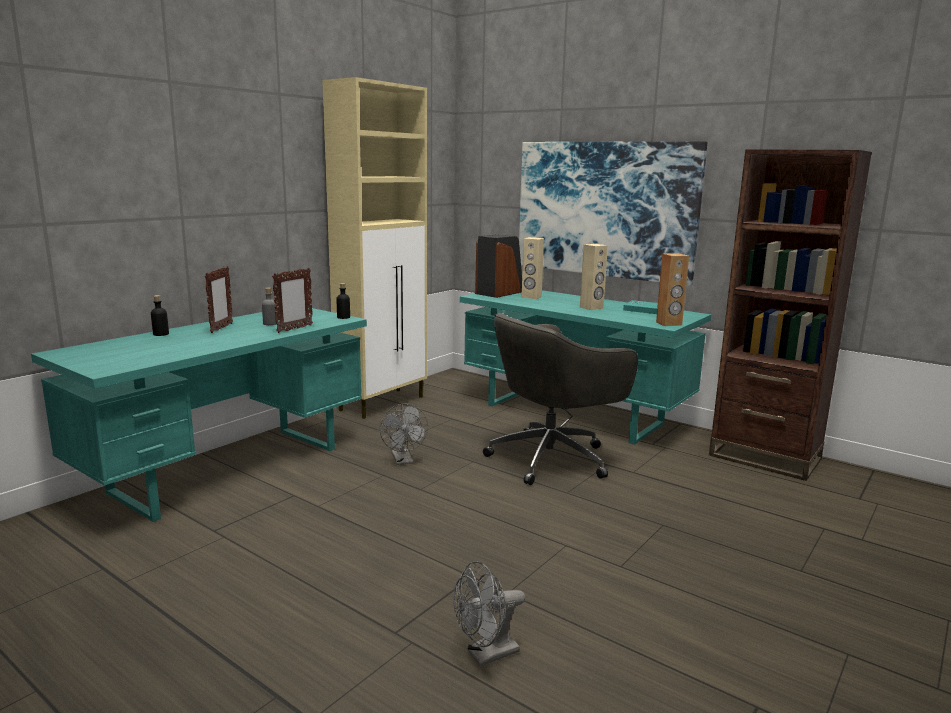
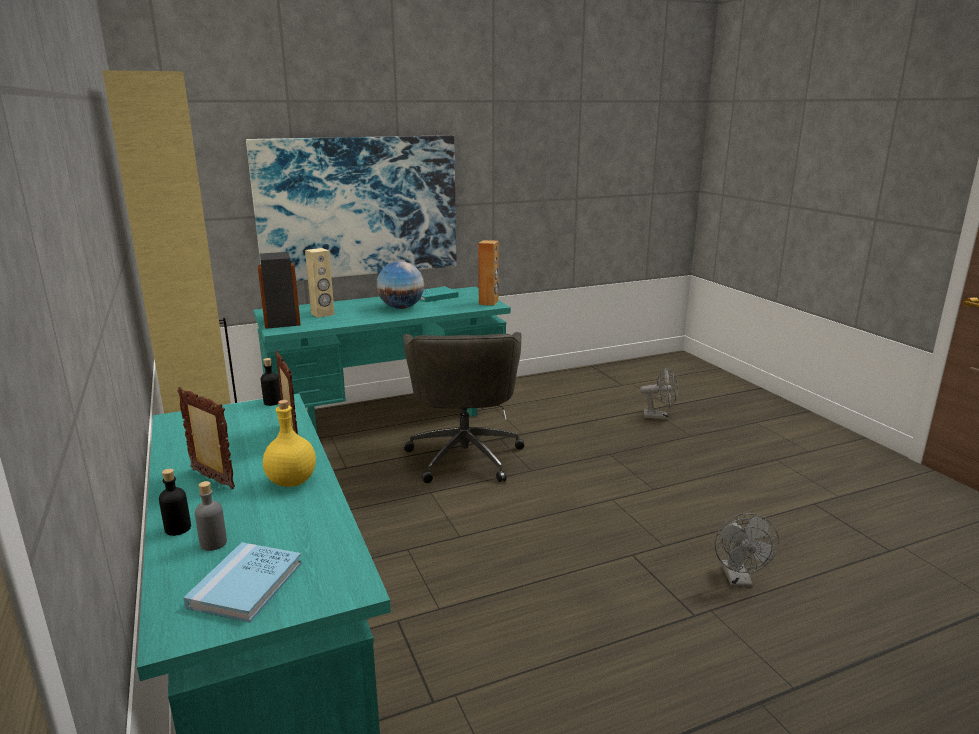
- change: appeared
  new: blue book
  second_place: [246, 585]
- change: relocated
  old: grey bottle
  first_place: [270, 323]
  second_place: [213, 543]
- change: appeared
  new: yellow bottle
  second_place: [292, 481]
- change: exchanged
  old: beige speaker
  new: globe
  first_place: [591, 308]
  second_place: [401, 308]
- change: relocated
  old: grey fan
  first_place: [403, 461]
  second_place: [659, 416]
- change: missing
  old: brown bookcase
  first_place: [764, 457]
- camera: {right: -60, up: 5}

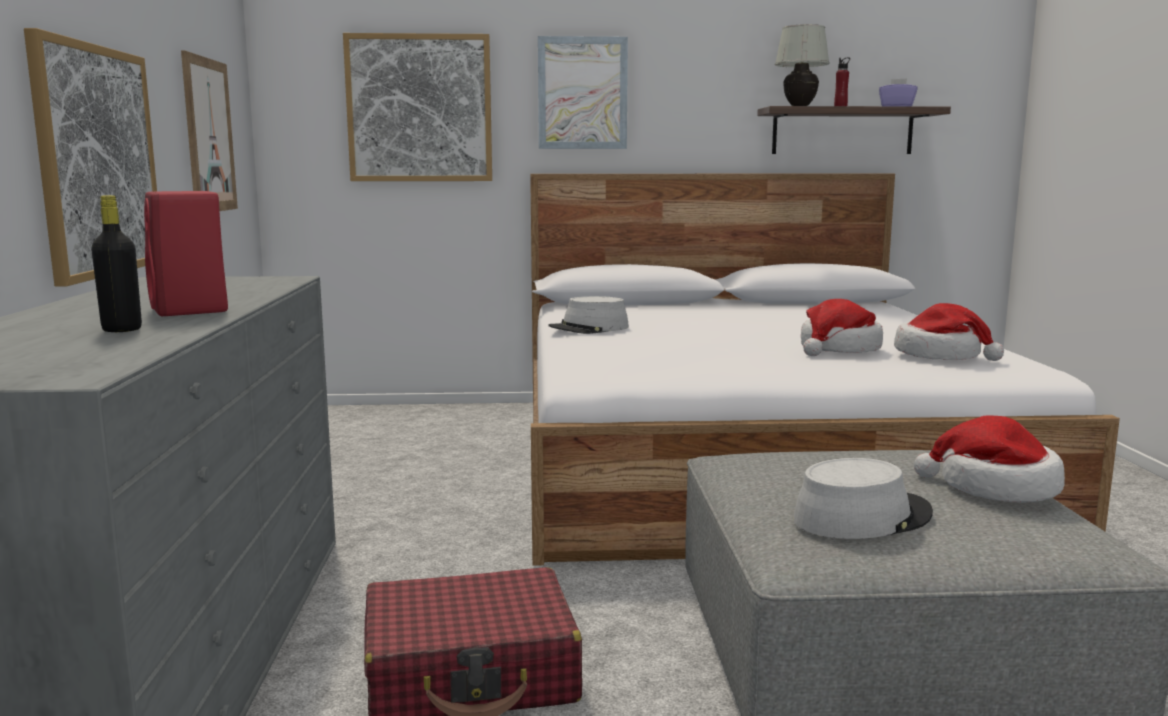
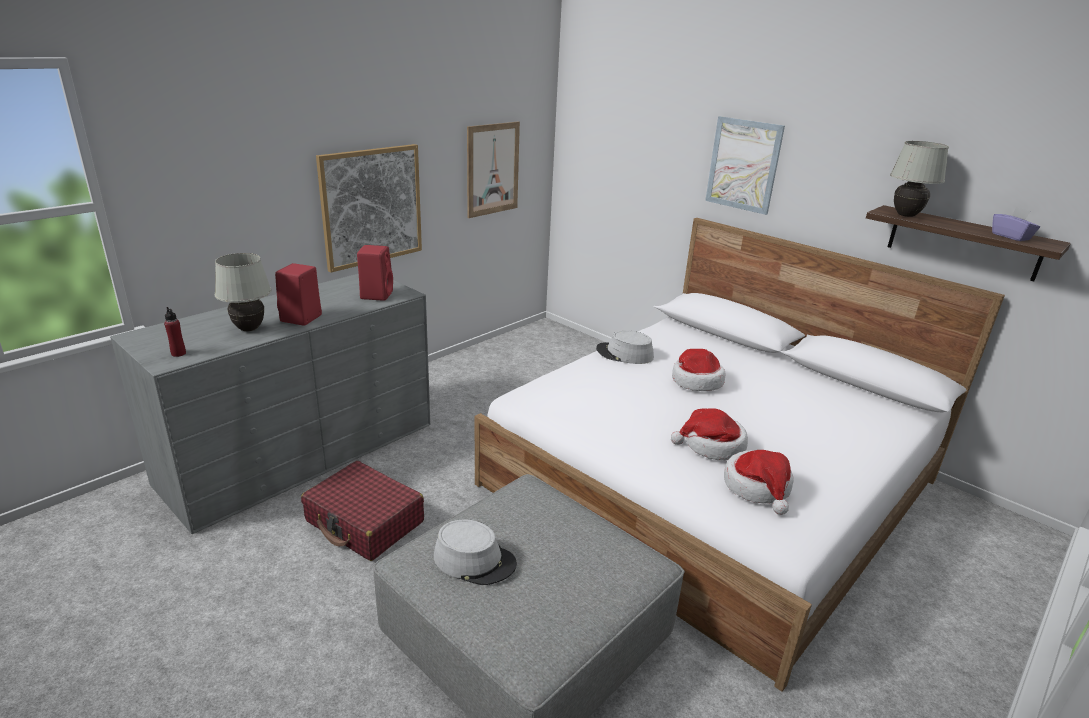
- change: relocated
  old: red bottle
  first_place: [840, 106]
  second_place: [178, 353]
- change: exchanged
  old: black bottle
  new: white table lamp
  first_place: [122, 329]
  second_place: [249, 329]
- change: appeared
  new: red speaker
  second_place: [376, 294]
- change: relocated
  old: hat
  first_place: [994, 488]
  second_place: [696, 381]
- change: missing
  old: picture
  first_place: [419, 108]
- camera: {right: 45, up: 15}

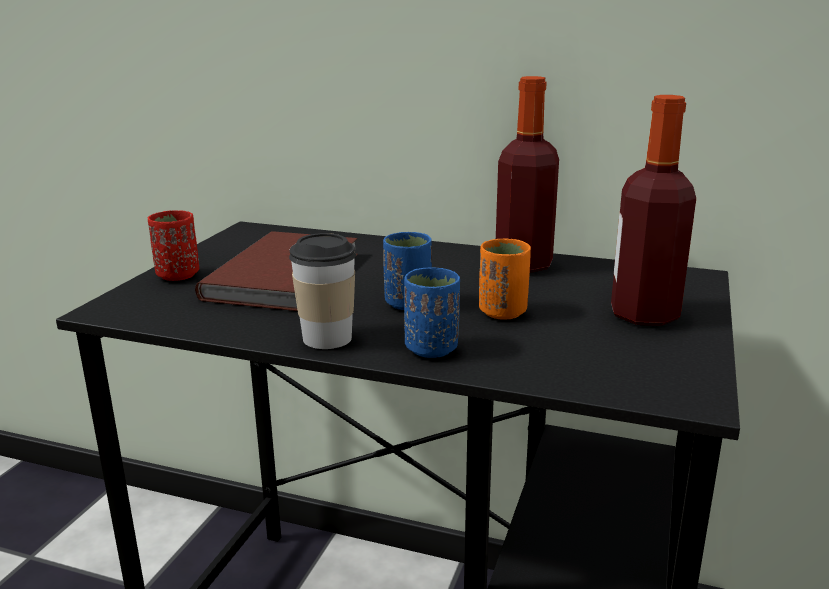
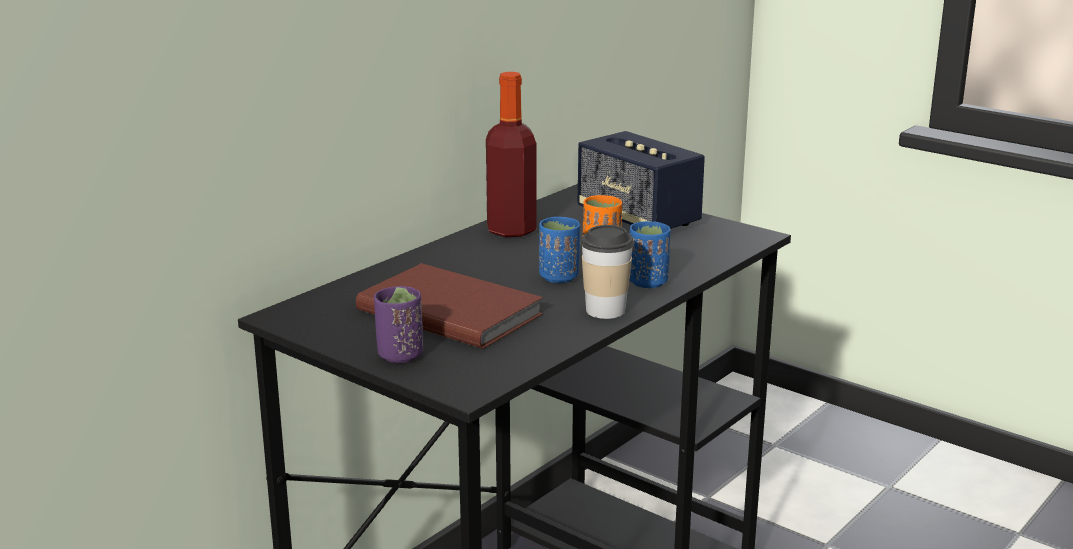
- change: colour
  old: red cup
  new: purple cup
  first_place: [178, 275]
  second_place: [400, 355]
- change: exchanged
  old: bottle
  new: speaker
  first_place: [644, 314]
  second_place: [638, 219]
- camera: {right: -70, up: 0}

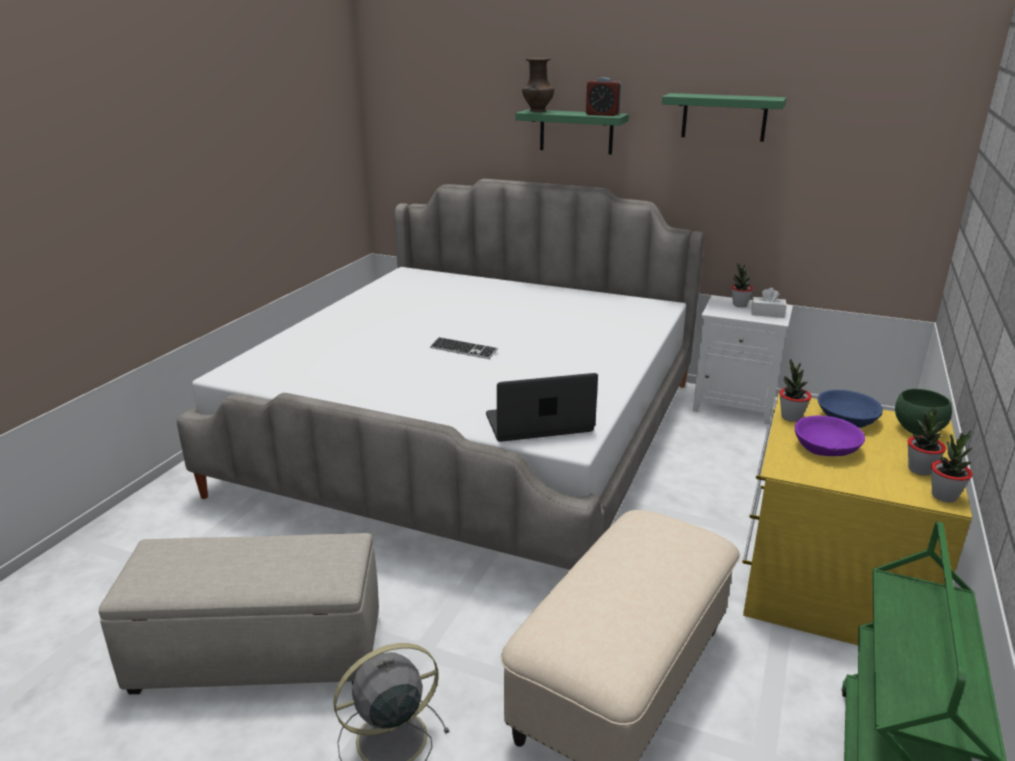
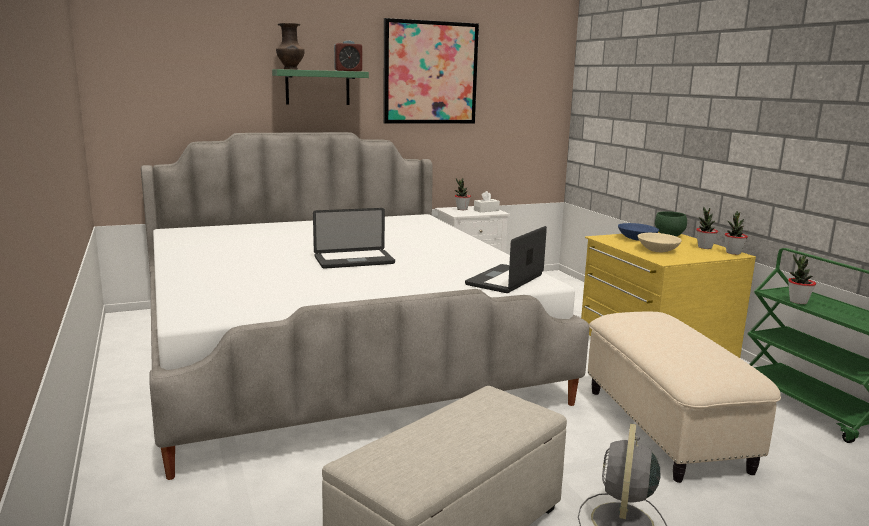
- change: exchanged
  old: keyboard
  new: laptop
  first_place: [463, 350]
  second_place: [354, 260]
- change: exchanged
  old: green shelf
  new: picture
  first_place: [724, 117]
  second_place: [430, 73]
- change: colour
  old: purple bowl
  new: beige bowl
  first_place: [826, 448]
  second_place: [658, 249]
- change: relocated
  old: potted plant
  first_place: [791, 417]
  second_place: [798, 301]
- camera: {right: -45, up: -10}

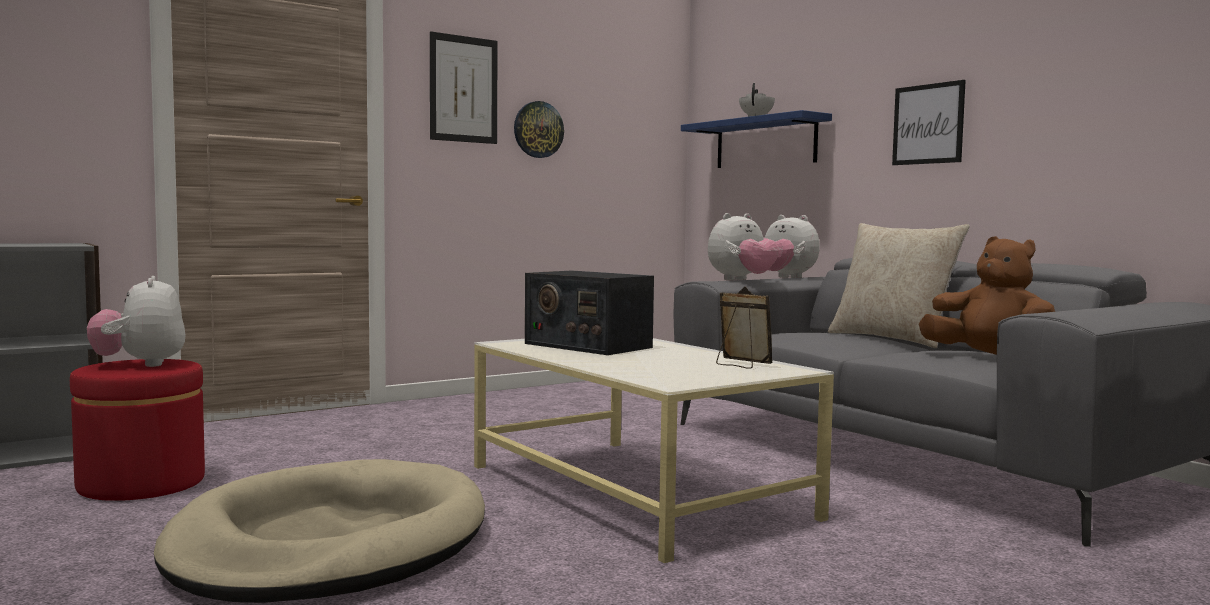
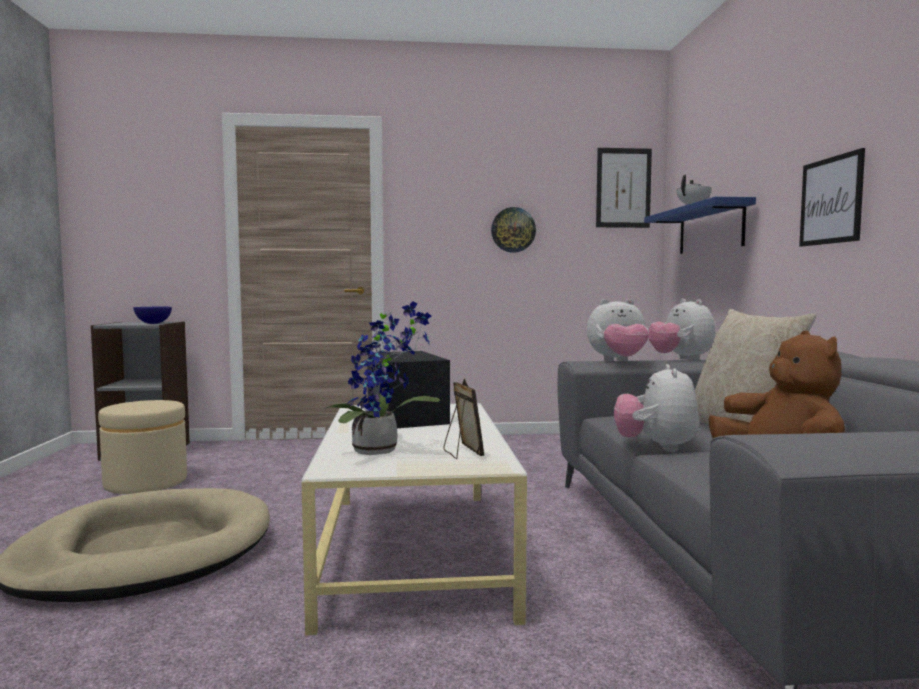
- change: colour
  old: red ottoman
  new: beige ottoman
  first_place: [141, 484]
  second_place: [146, 482]
- change: appeared
  new: blue bowl
  second_place: [153, 323]
- change: appeared
  new: potted plant
  second_place: [381, 450]
- change: relocated
  old: picture
  first_place: [463, 89]
  second_place: [623, 188]
- change: relocated
  old: plush toy
  first_place: [140, 364]
  second_place: [656, 447]
- camera: {right: 30, up: 0}

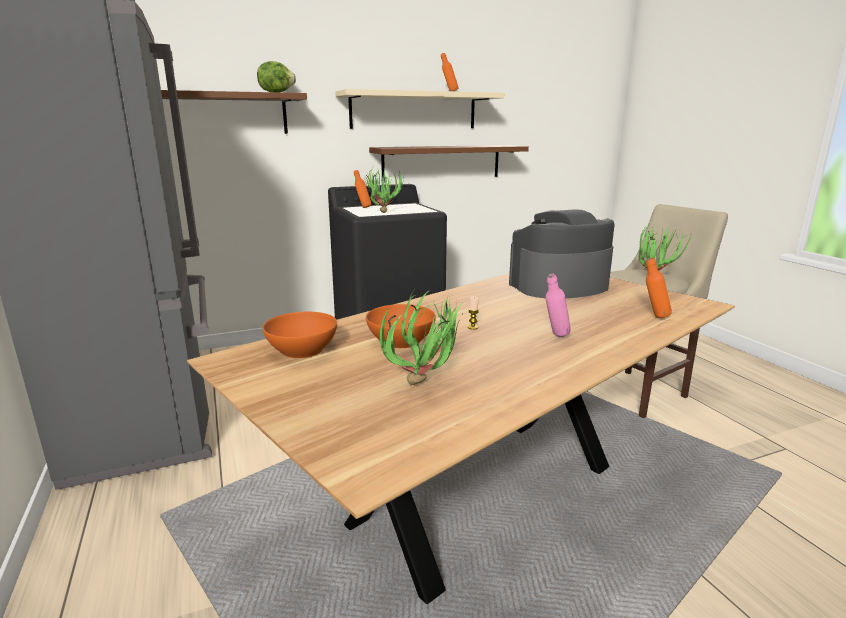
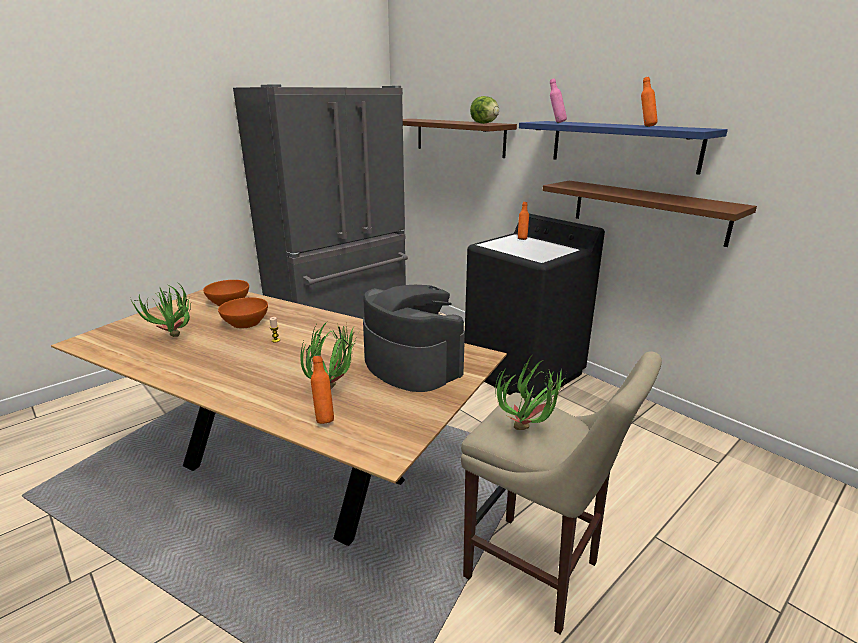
- change: relocated
  old: potted plant
  first_place: [383, 212]
  second_place: [336, 388]
- change: colour
  old: beige shelf
  new: blue shelf
  first_place: [414, 110]
  second_place: [622, 145]
- change: relocated
  old: pink bottle
  first_place: [555, 337]
  second_place: [556, 123]
- camera: {right: 70, up: 5}

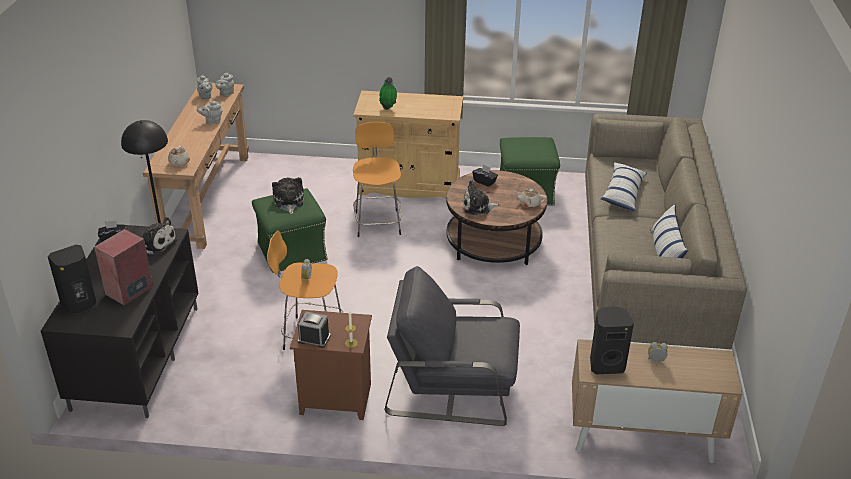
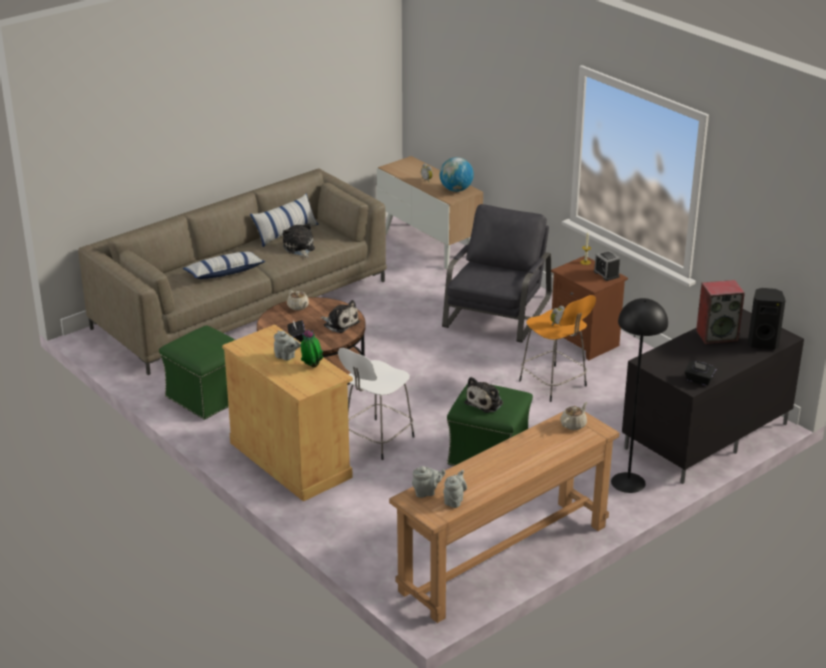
- change: relocated
  old: grey teapot
  first_place: [212, 121]
  second_place: [286, 357]
- change: relocated
  old: plush toy
  first_place: [156, 243]
  second_place: [299, 248]
- change: colour
  old: orange stool
  new: white stool
  first_place: [377, 222]
  second_place: [377, 440]
- change: exchanged
  old: black speaker
  new: globe
  first_place: [606, 364]
  second_place: [456, 190]
- change: spun
  old: grey armchair
  first_place: [452, 385]
  second_place: [497, 313]
  degrees: -120
- camera: {right: -135, up: -5}

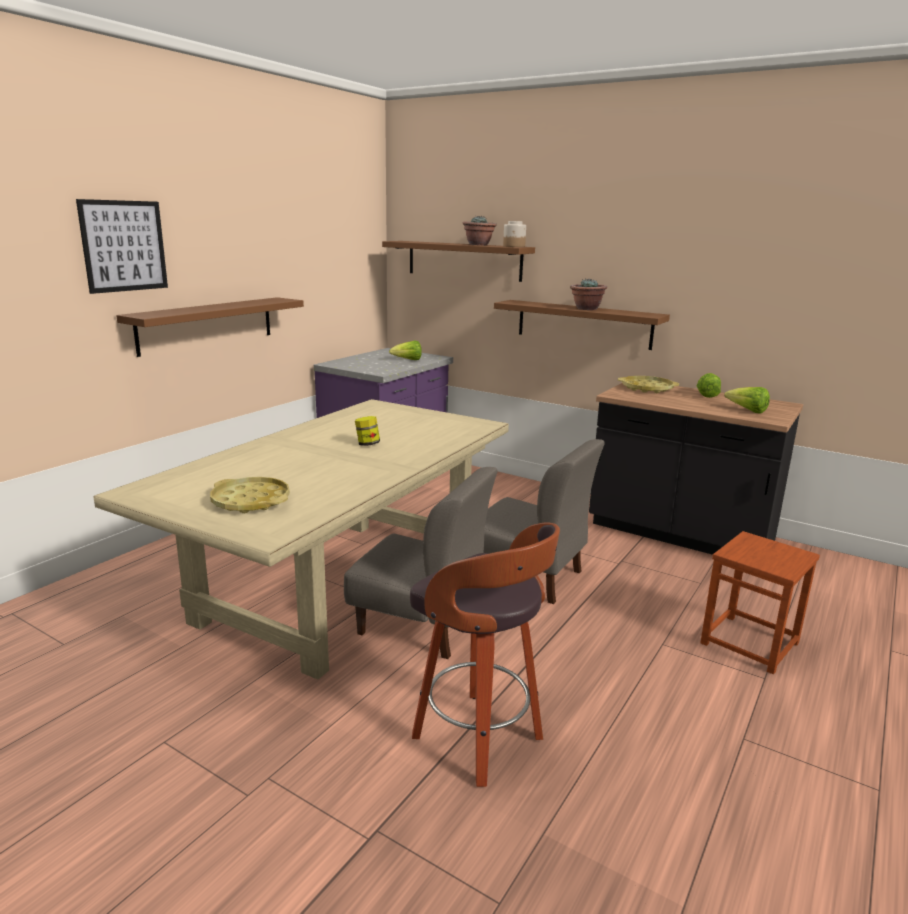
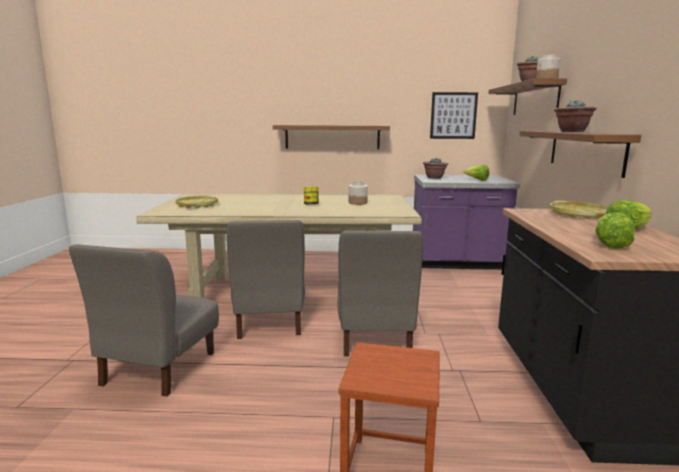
- change: exchanged
  old: stool
  new: grey chair
  first_place: [480, 739]
  second_place: [158, 368]
- change: appeared
  new: jar
  second_place: [358, 203]
- change: appeared
  new: potted plant
  second_place: [434, 178]
- change: relocated
  old: picture
  first_place: [124, 246]
  second_place: [453, 115]
- camera: {right: 60, up: -5}

